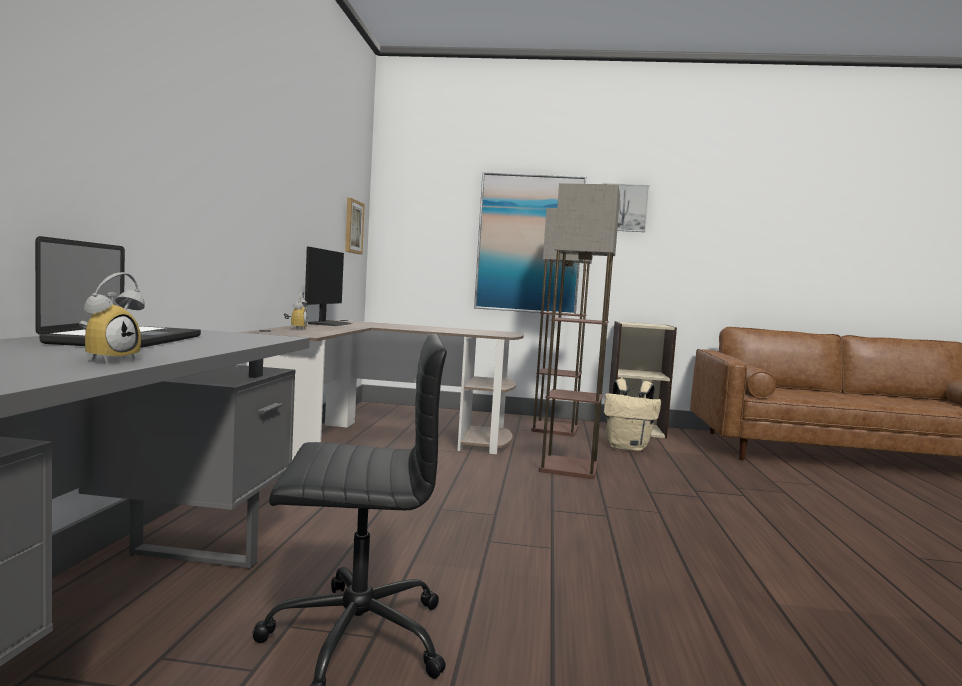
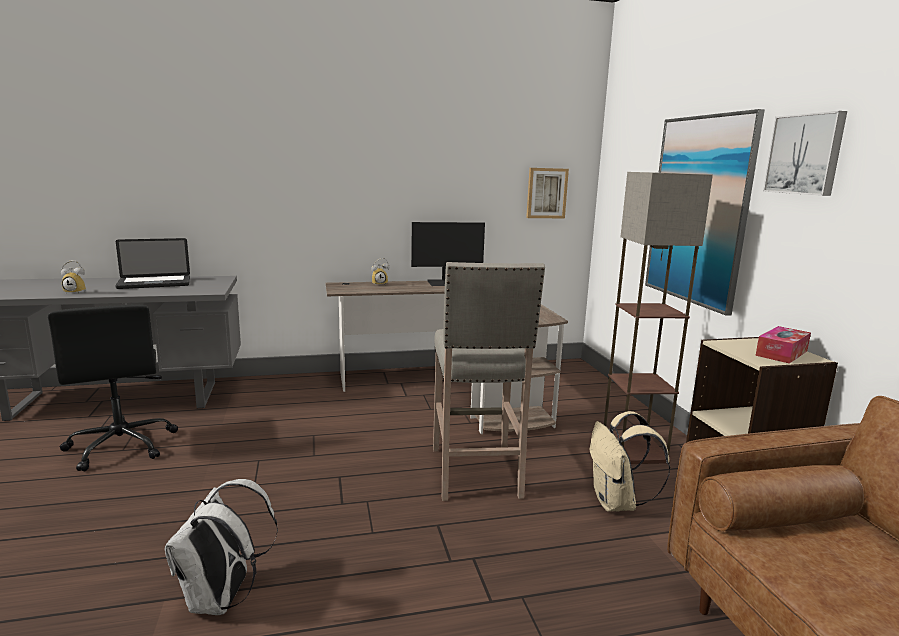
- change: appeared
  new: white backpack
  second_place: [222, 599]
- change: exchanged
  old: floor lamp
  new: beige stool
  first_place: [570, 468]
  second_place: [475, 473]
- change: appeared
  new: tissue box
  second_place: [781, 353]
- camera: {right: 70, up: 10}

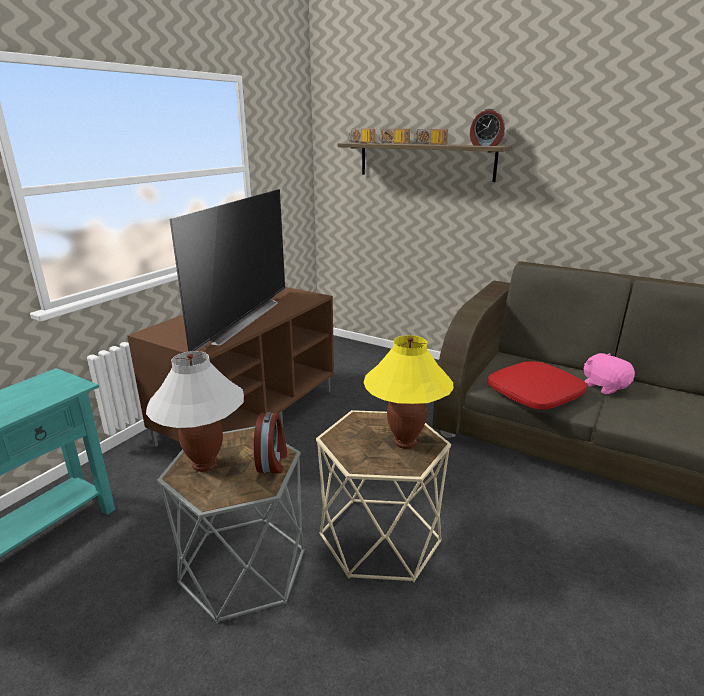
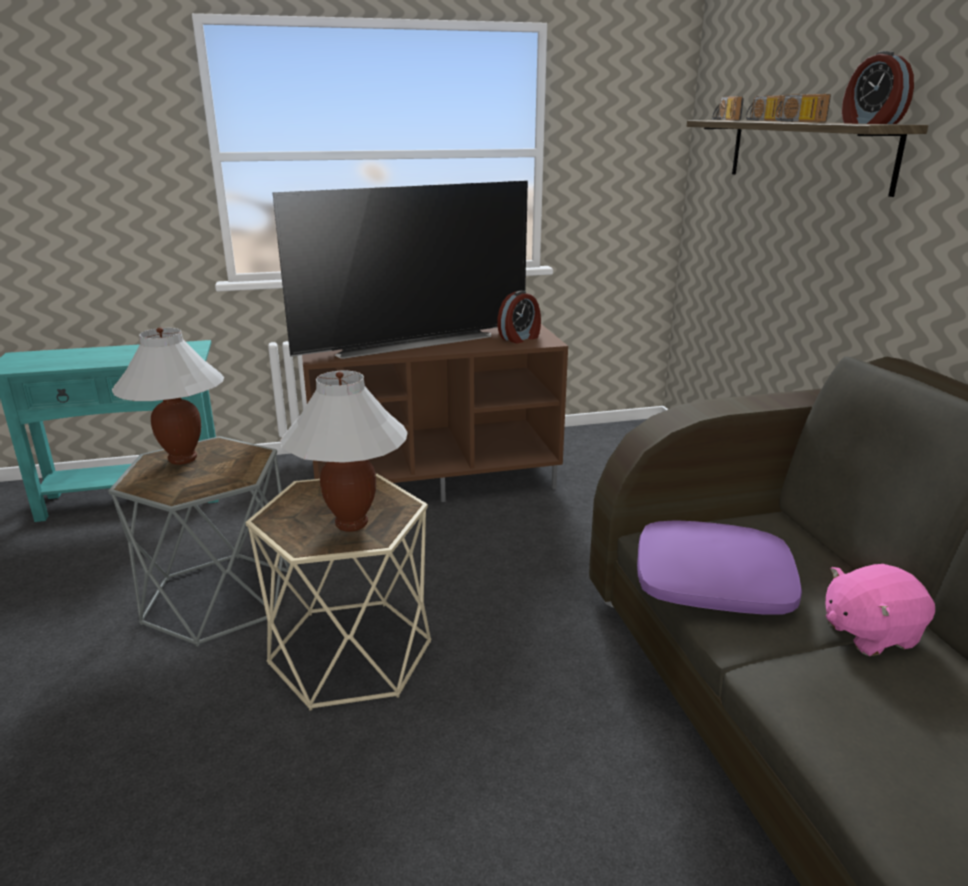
- change: colour
  old: yellow table lamp
  new: white table lamp
  first_place: [404, 442]
  second_place: [351, 523]
- change: relocated
  old: alarm clock
  first_place: [273, 462]
  second_place: [520, 338]
- change: colour
  old: red pillow
  new: purple pillow
  first_place: [534, 394]
  second_place: [712, 584]
- change: spun
  old: pink plush toy
  first_place: [604, 386]
  second_place: [869, 633]
  degrees: -120
- camera: {right: 45, up: 0}

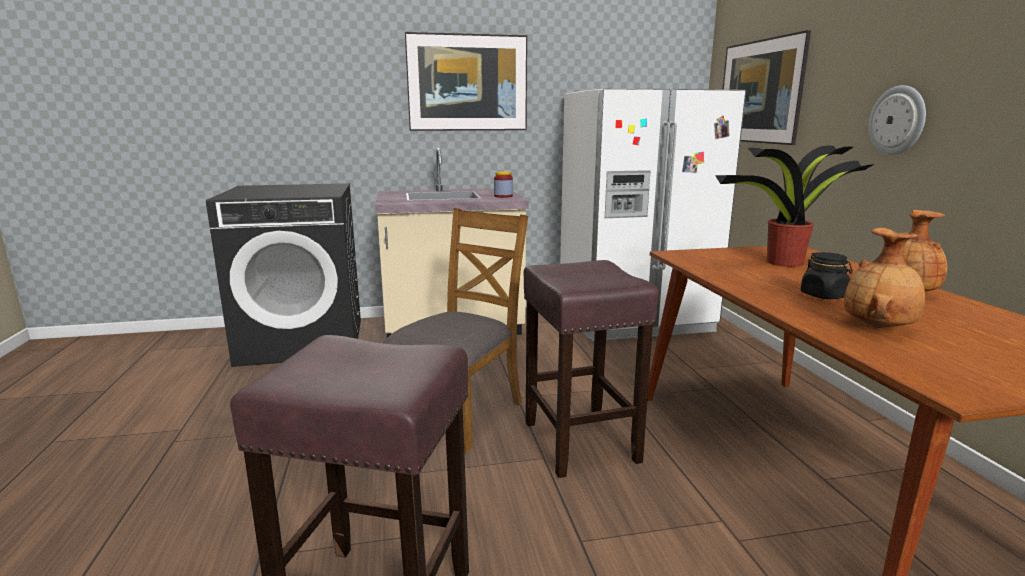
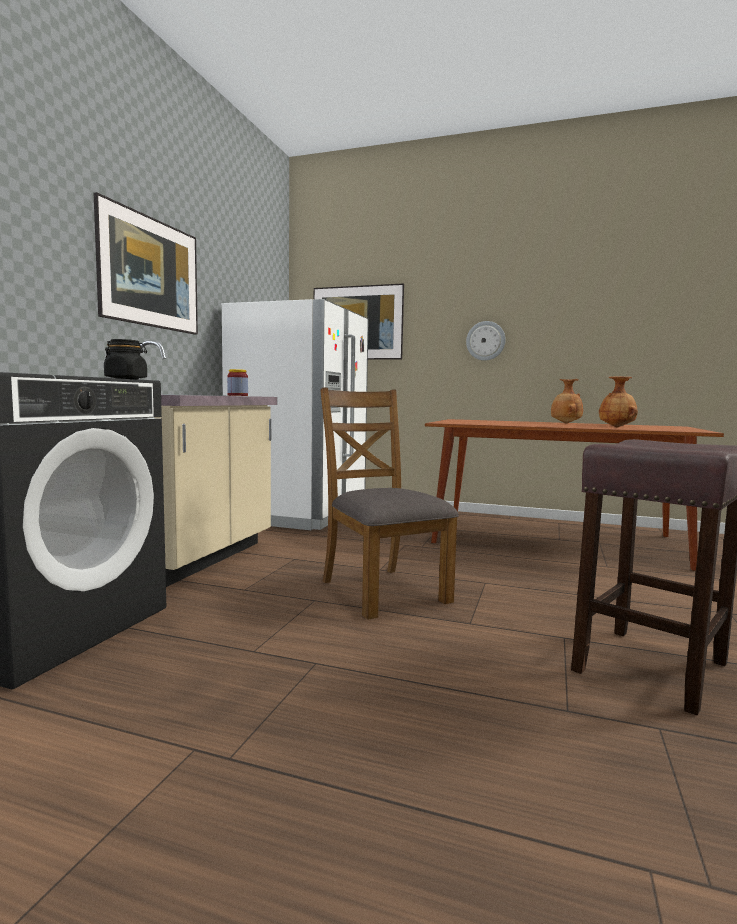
- change: relocated
  old: black jar
  first_place: [824, 295]
  second_place: [126, 379]
- change: missing
  old: brown stool
  first_place: [579, 440]
- change: missing
  old: potted plant
  first_place: [782, 262]
- camera: {right: -60, up: -10}

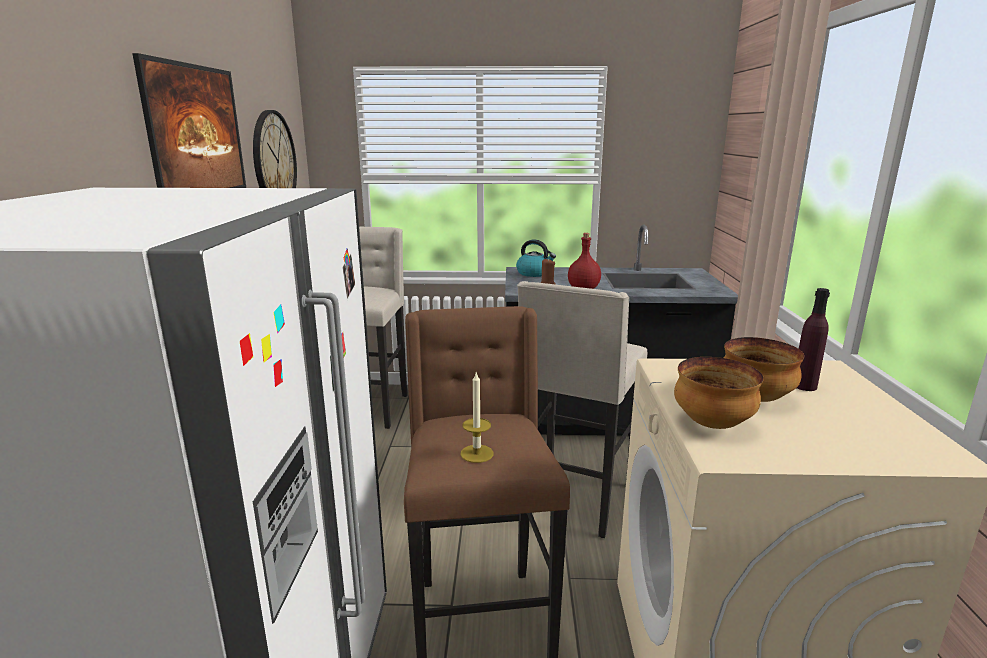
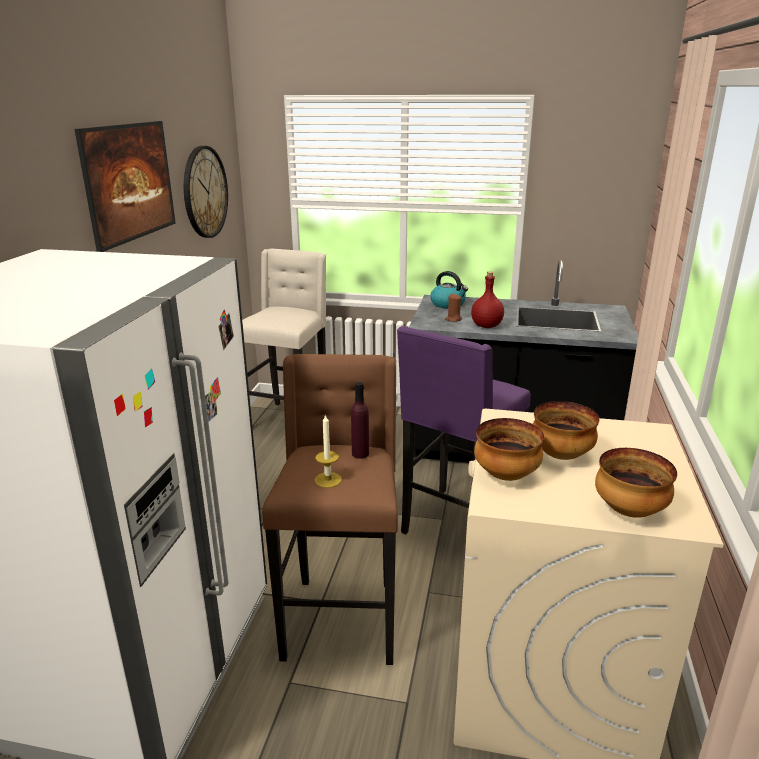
- change: relocated
  old: purple bottle
  first_place: [804, 386]
  second_place: [360, 454]
- change: colour
  old: beige stool
  new: purple stool
  first_place: [575, 500]
  second_place: [456, 525]
- change: appeared
  new: bowl
  second_place: [628, 511]
- camera: {right: 10, up: 5}

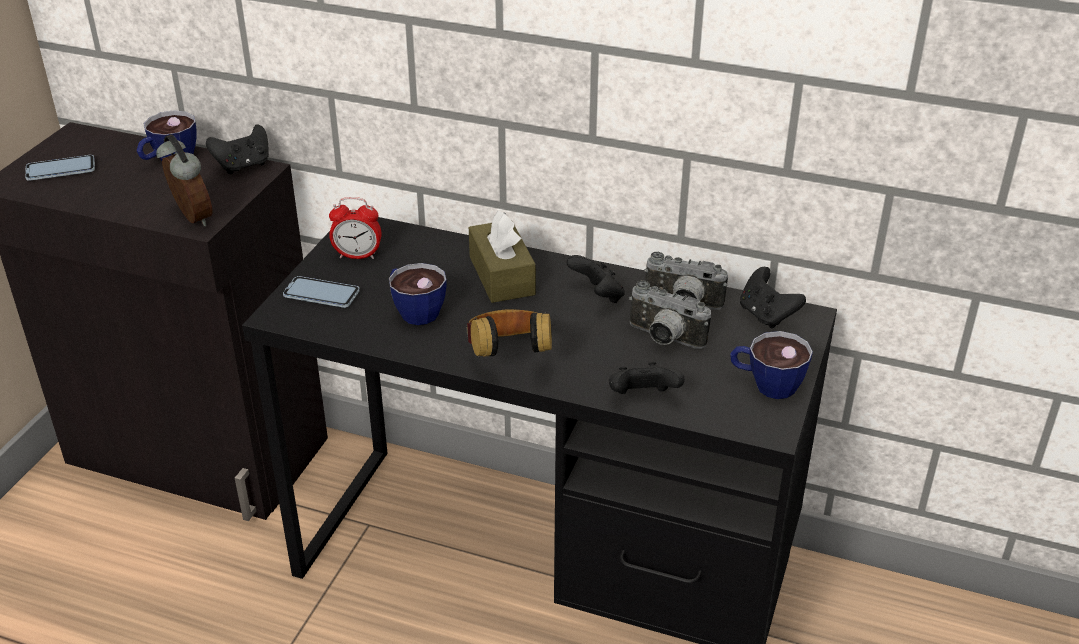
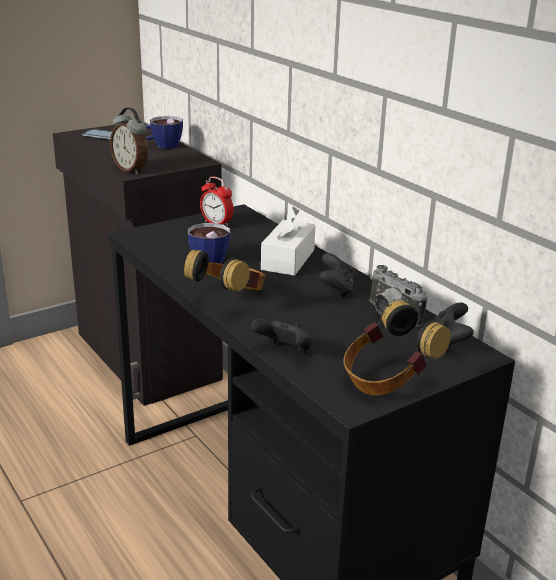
- change: spun
  old: alarm clock
  first_place: [190, 218]
  second_place: [131, 169]
  degrees: 135
- change: colour
  old: brown tissue box
  new: white tissue box
  first_place: [502, 275]
  second_place: [288, 260]
- change: exchanged
  old: cup
  new: headphones
  first_place: [766, 384]
  second_place: [387, 380]
- change: missing
  old: black game controller
  first_place: [243, 166]
- change: missing
  old: phone
  first_place: [321, 294]
- change: missing
  old: photo camera
  first_place: [663, 339]
- camera: {right: 35, up: -10}

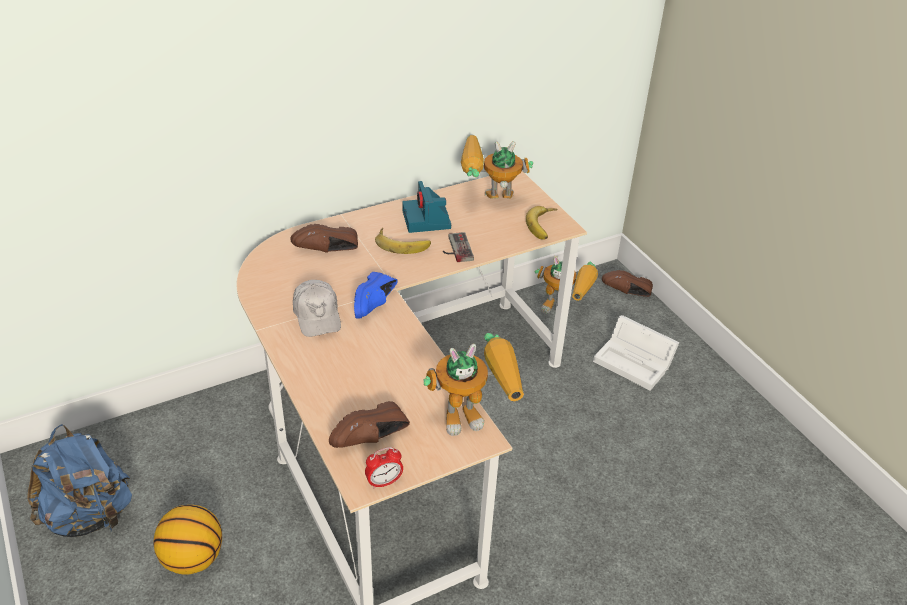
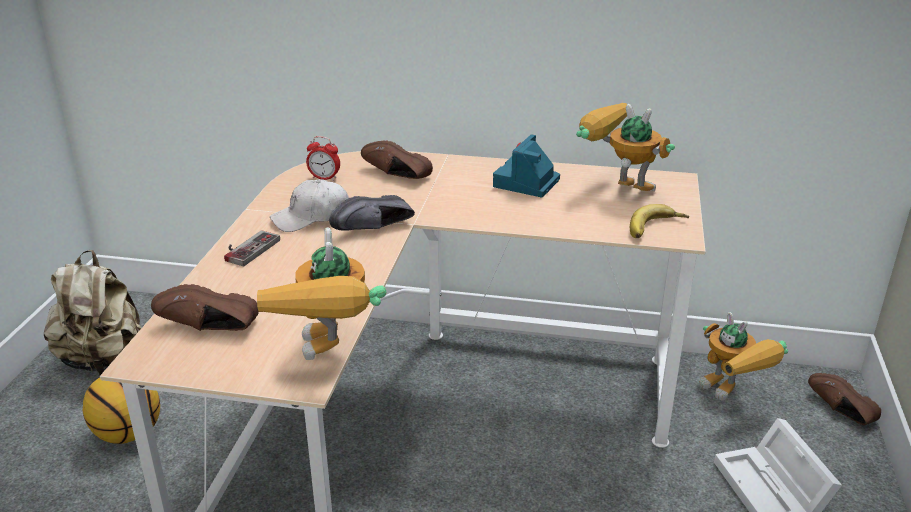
- change: colour
  old: blue backpack
  new: beige backpack
  first_place: [89, 515]
  second_place: [103, 360]
- change: relocated
  old: game controller
  first_place: [455, 249]
  second_place: [247, 248]
- change: spun
  old: toy robot
  first_place: [475, 414]
  second_place: [331, 356]
  degrees: 60
- change: spun
  old: white cap
  first_place: [317, 315]
  second_place: [311, 217]
  degrees: 45
- change: relocated
  old: alarm clock
  first_place: [384, 482]
  second_place: [324, 178]
- change: colour
  old: blue shoe
  new: black shoe
  first_place: [376, 304]
  second_place: [375, 229]
- change: missing
  old: banana
  first_place: [402, 243]
- camera: {right: 40, up: -10}

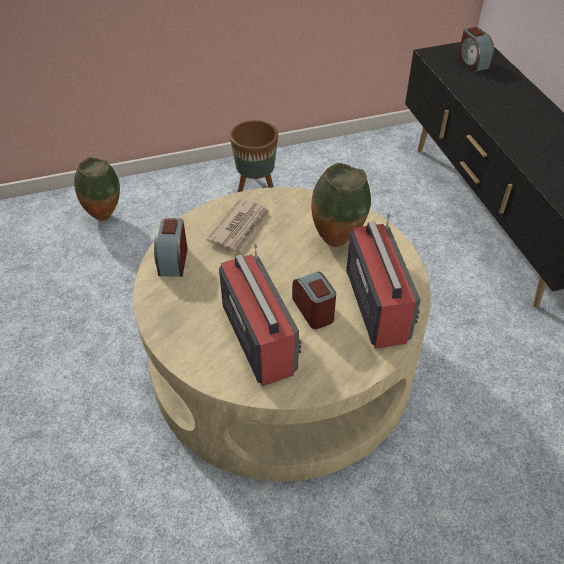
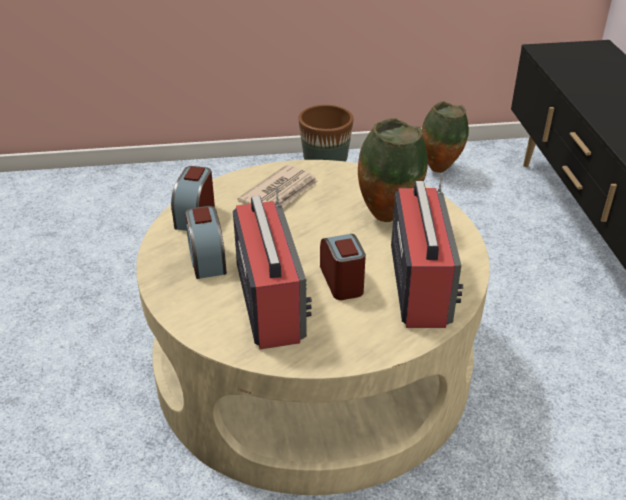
- change: relocated
  old: alarm clock
  first_place: [472, 62]
  second_place: [207, 260]
- change: relocated
  old: vase
  first_place: [105, 216]
  second_place: [440, 169]
- camera: {right: 10, up: -10}

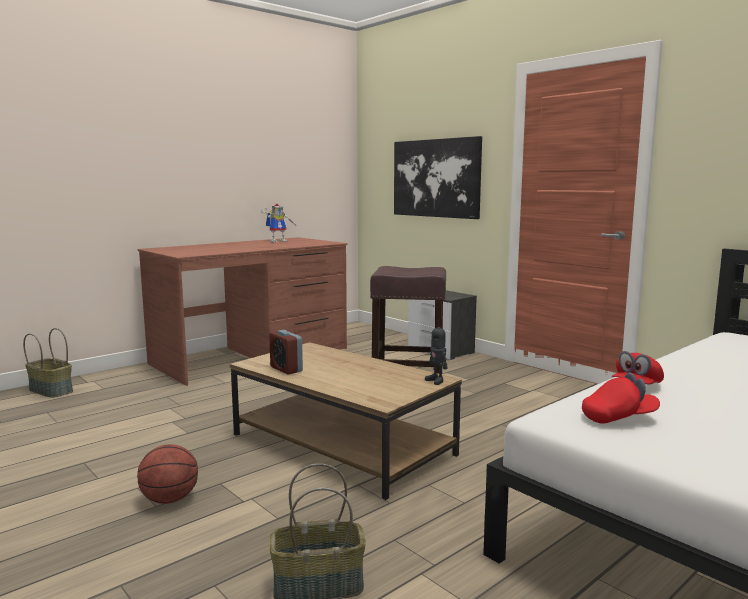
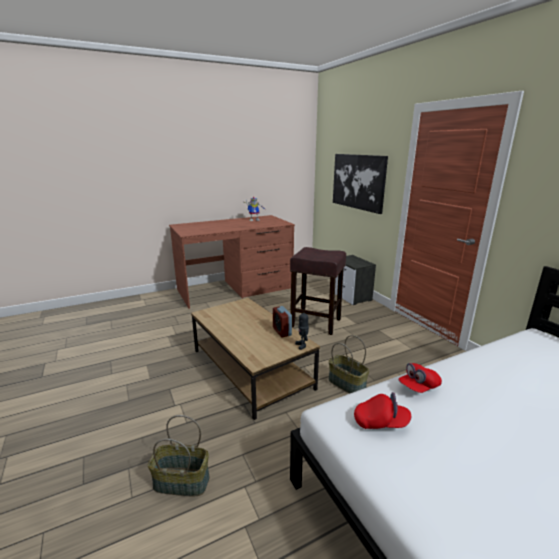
- change: relocated
  old: alarm clock
  first_place: [286, 369]
  second_place: [282, 331]
- change: relocated
  old: basket
  first_place: [52, 390]
  second_place: [347, 384]
- change: missing
  old: basketball
  first_place: [169, 499]
- camera: {right: 15, up: 10}

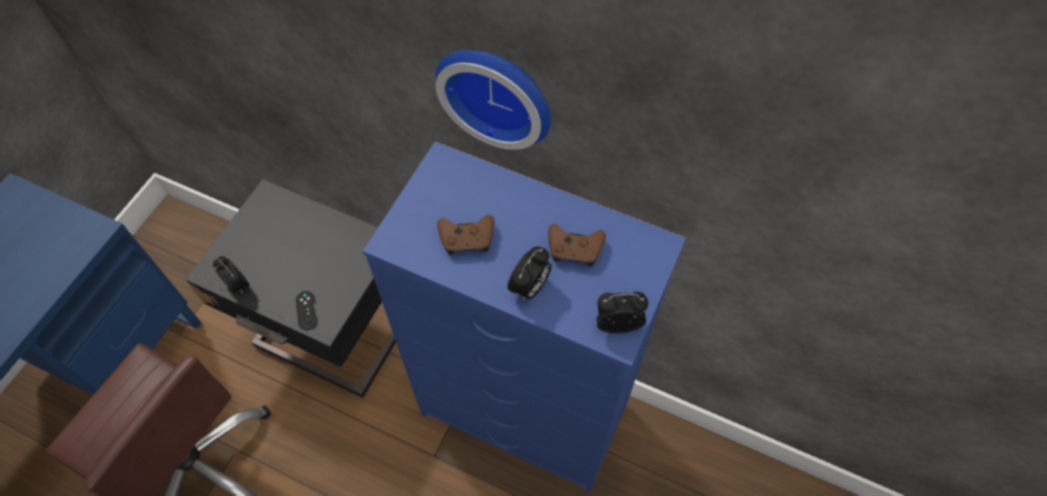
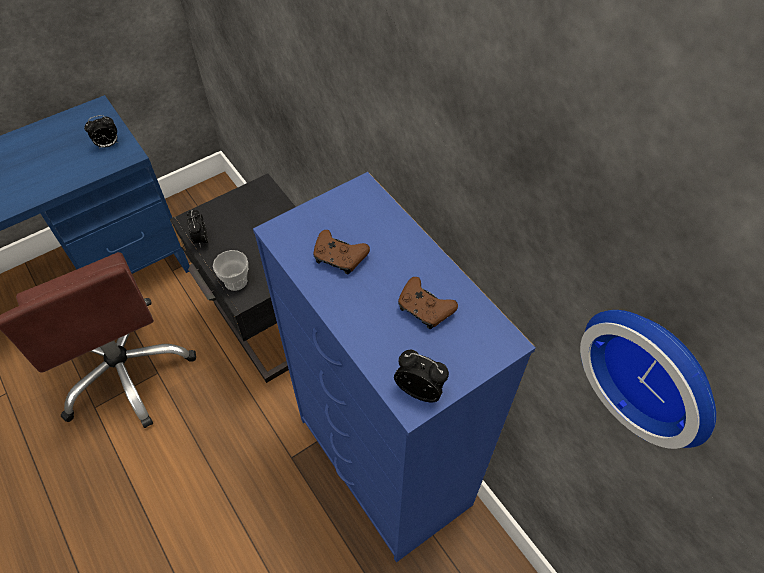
- change: relocated
  old: alarm clock
  first_place: [530, 288]
  second_place: [108, 145]
- change: exchanged
  old: black game controller
  new: cup
  first_place: [306, 310]
  second_place: [236, 281]
- change: relocated
  old: wall clock
  first_place: [497, 92]
  second_place: [654, 371]
- camera: {right: 30, up: -5}

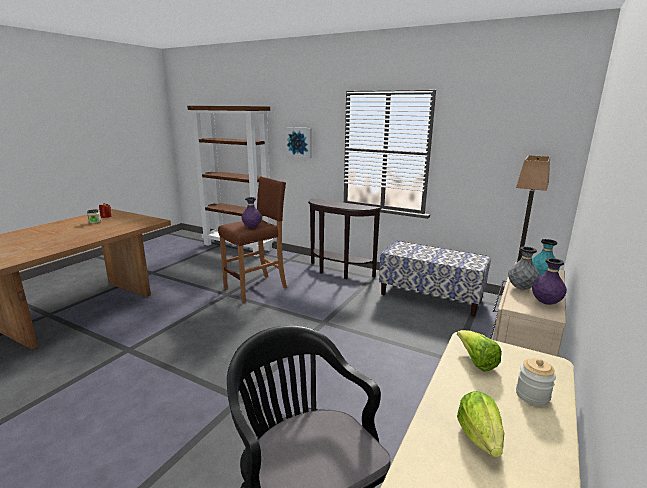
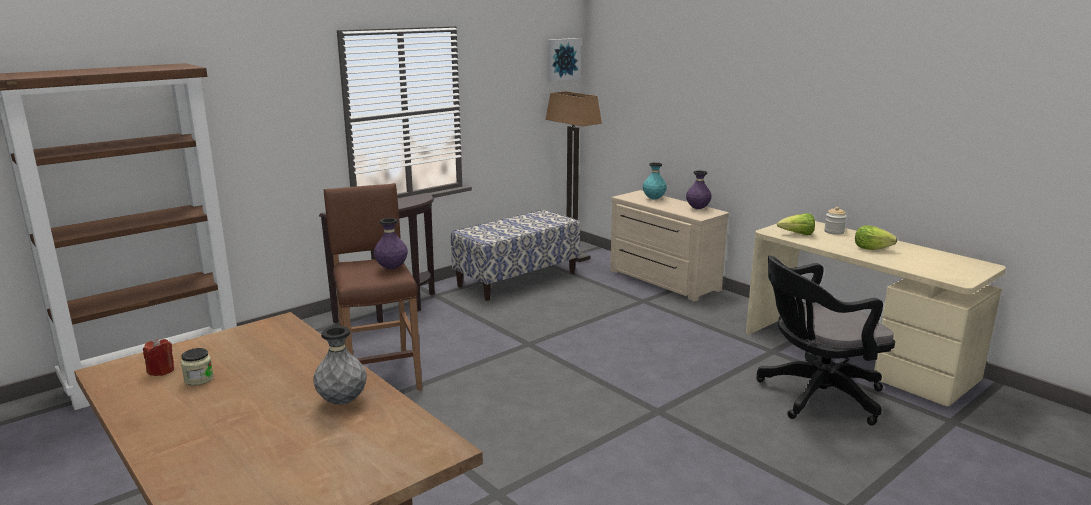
- change: relocated
  old: grey vase
  first_place: [521, 288]
  second_place: [342, 401]
- change: relocated
  old: picture
  first_place: [299, 142]
  second_place: [562, 59]
- camera: {right: -70, up: 0}

